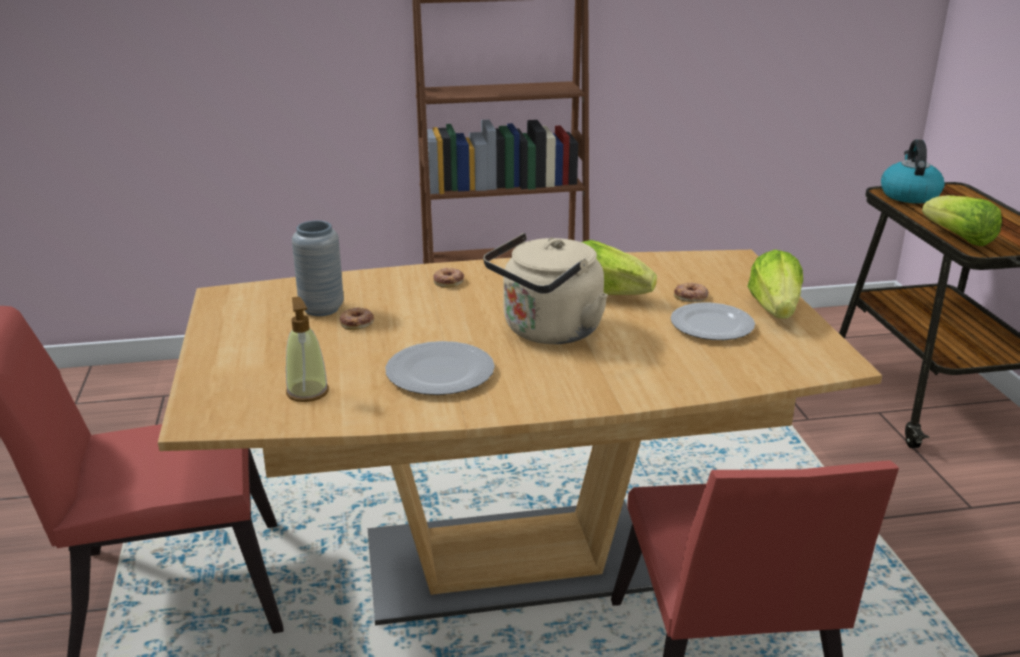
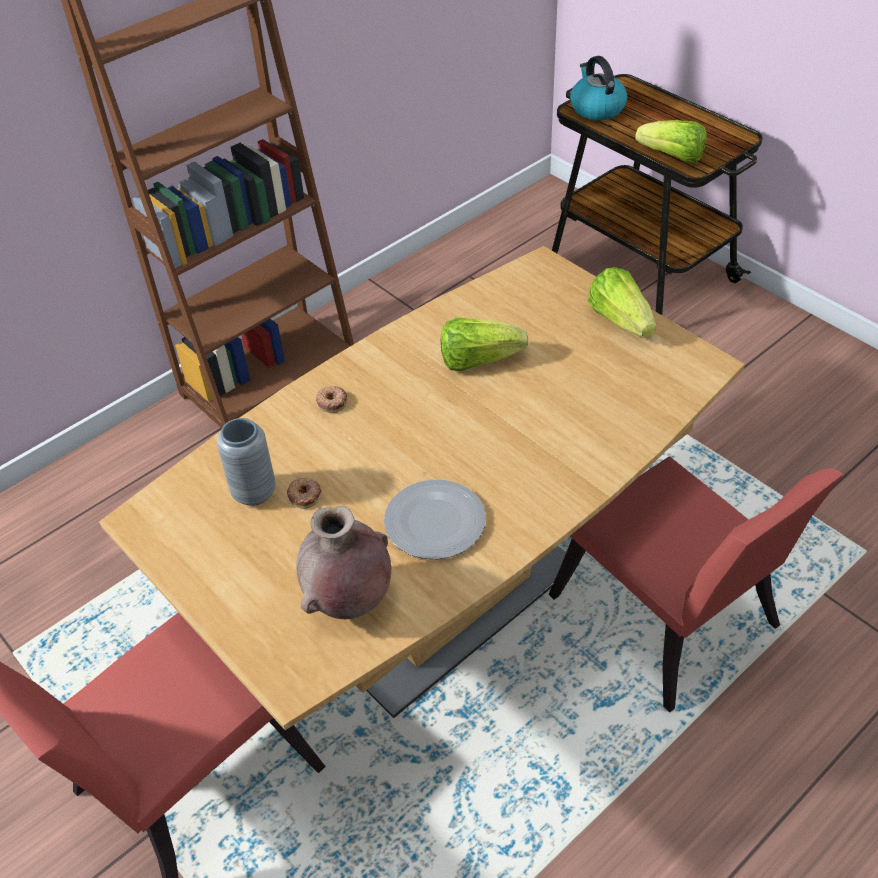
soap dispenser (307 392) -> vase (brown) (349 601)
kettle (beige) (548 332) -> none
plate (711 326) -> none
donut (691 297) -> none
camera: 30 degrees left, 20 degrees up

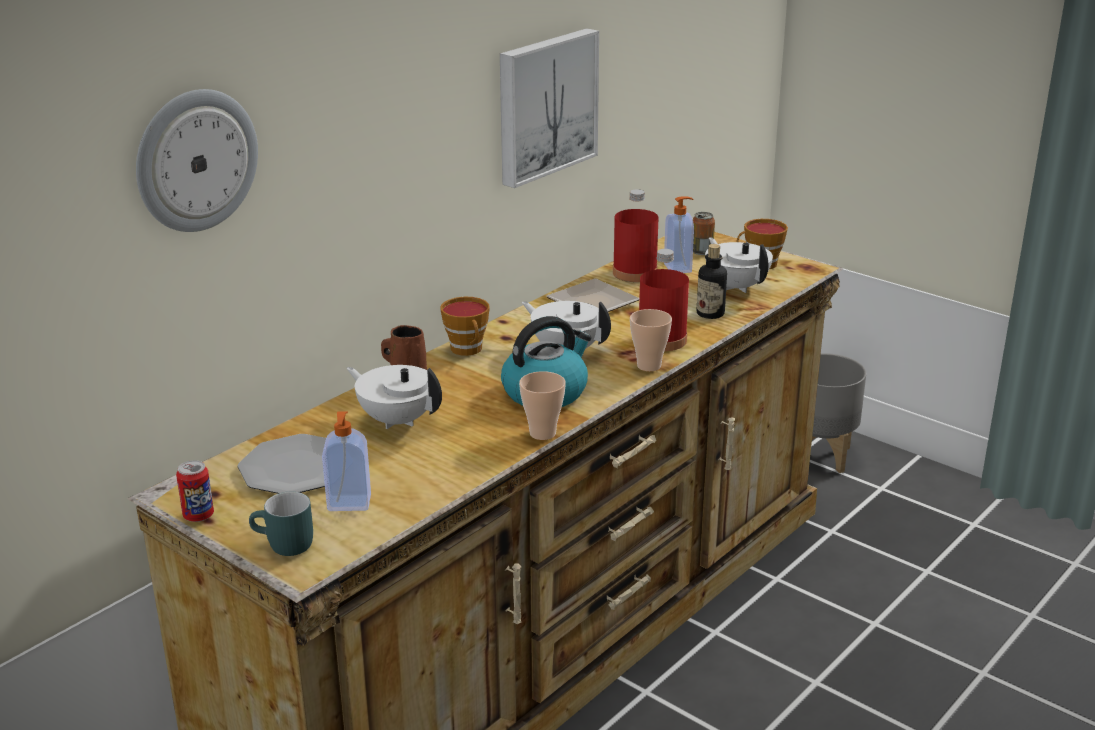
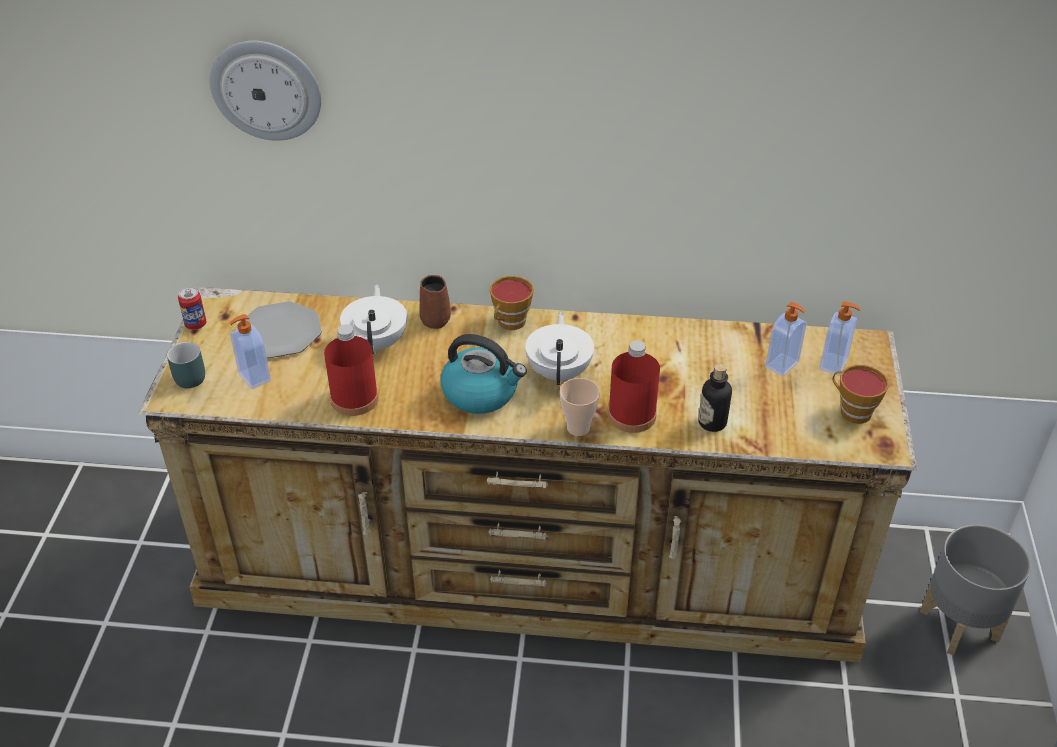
picture (545 105) -> none
cup (542 433) -> none
plate (589 303) -> none
bottle (red) (634 273) -> bottle (red) (354 399), move
can (701 252) -> soap dispenser (834 364)
teapot (white) (736 286) -> none
camera: 55 degrees right, 15 degrees up

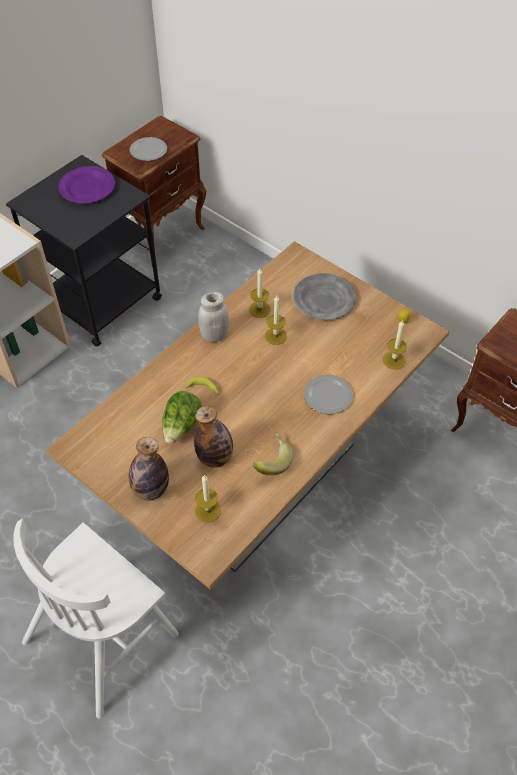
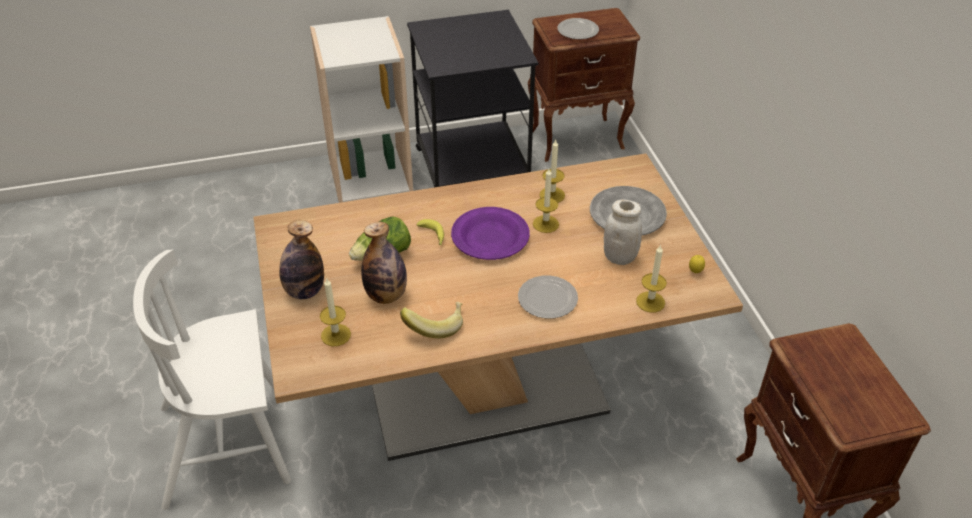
plate (purple) (88 188) -> plate (purple) (490 237), move
jar (white) (214 335) -> jar (white) (619 257), move
camera: 35 degrees right, 10 degrees down

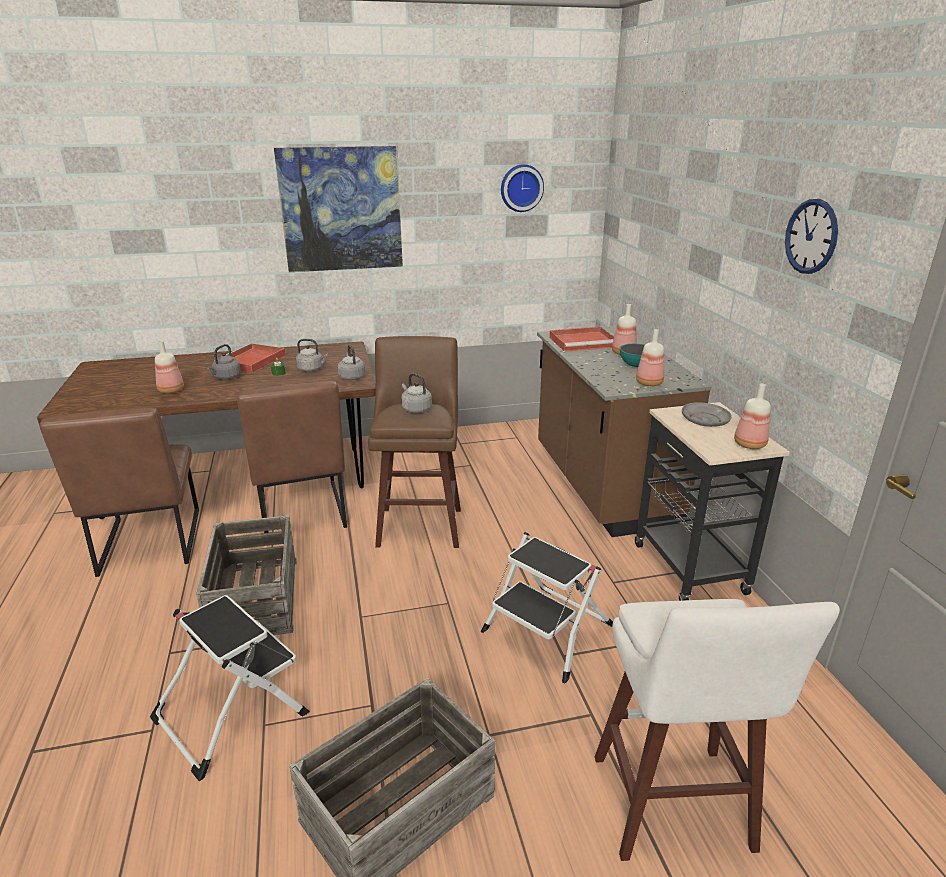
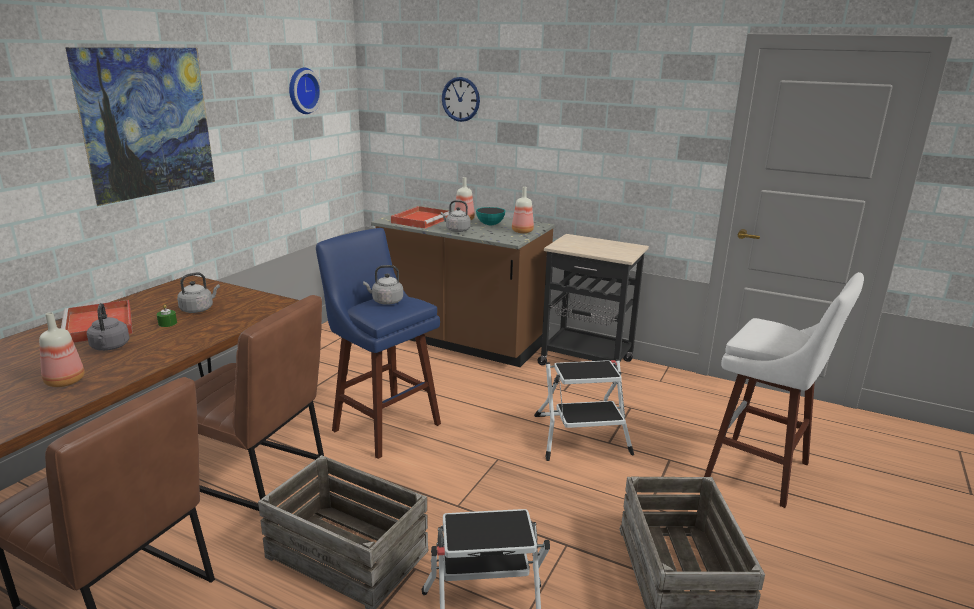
kettle (grey) (351 377) -> kettle (grey) (456 230), move
stool (brown) (421 525) -> stool (blue) (384 425)
plate (grey) (704 420) -> none
bottle (748 444) -> none
wall clock (811 236) -> wall clock (460 99), move
camera: 50 degrees left, 5 degrees down

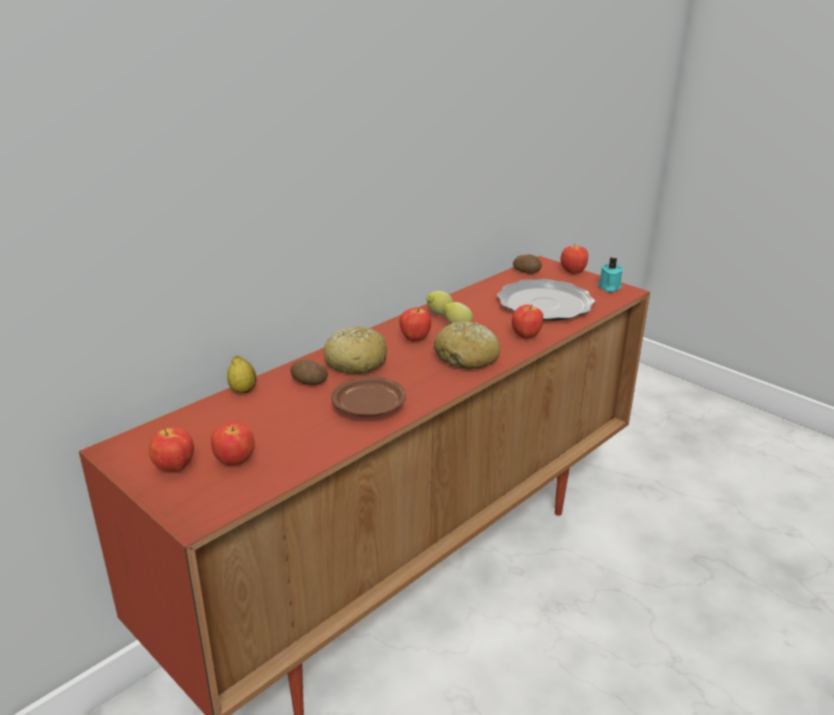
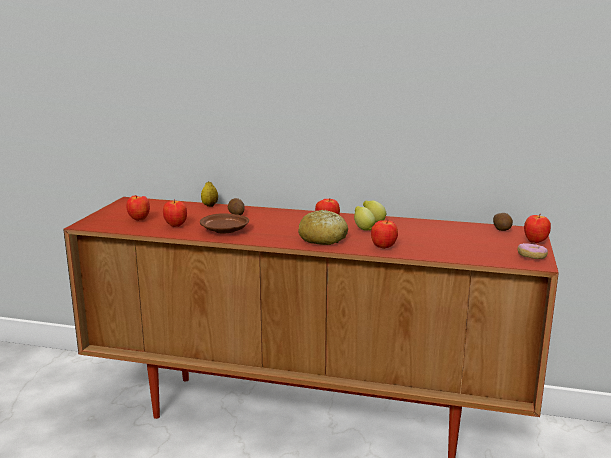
apple (174 468) -> apple (175 226), move
bread (356 362) -> none
plate (545 304) -> none
candle (turquoise) (609 287) -> donut (531 257)
camera: 60 degrees right, 10 degrees down

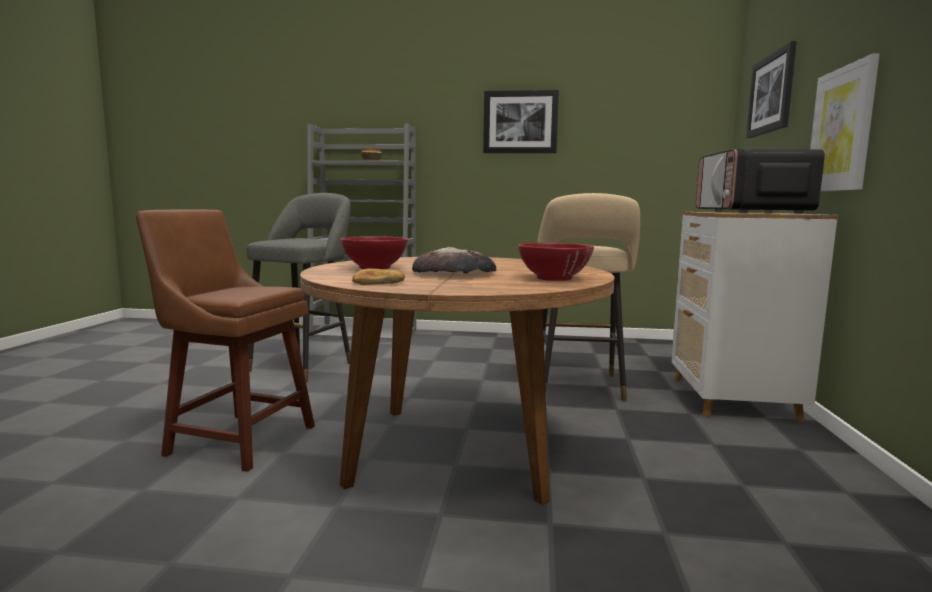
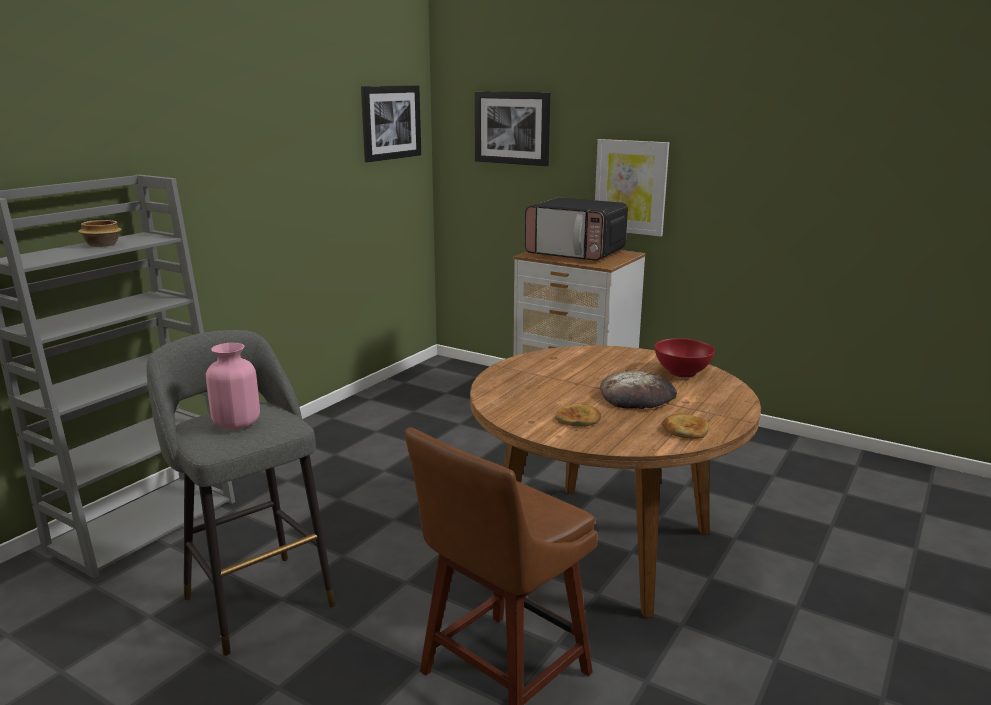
bowl (red) (374 268) -> bread (578 419)
picture (520 122) -> picture (390 122), move
stool (beige) (579 387) -> none
none -> vase (pink) (236 423)
camera: 65 degrees left, 10 degrees up

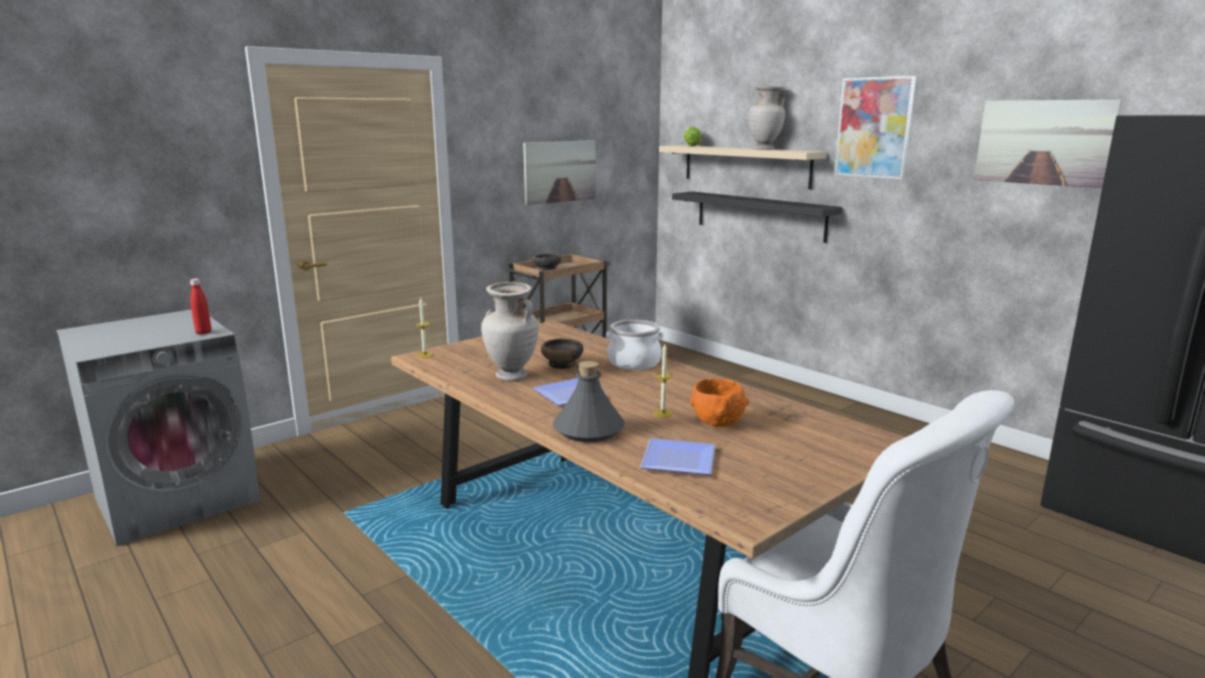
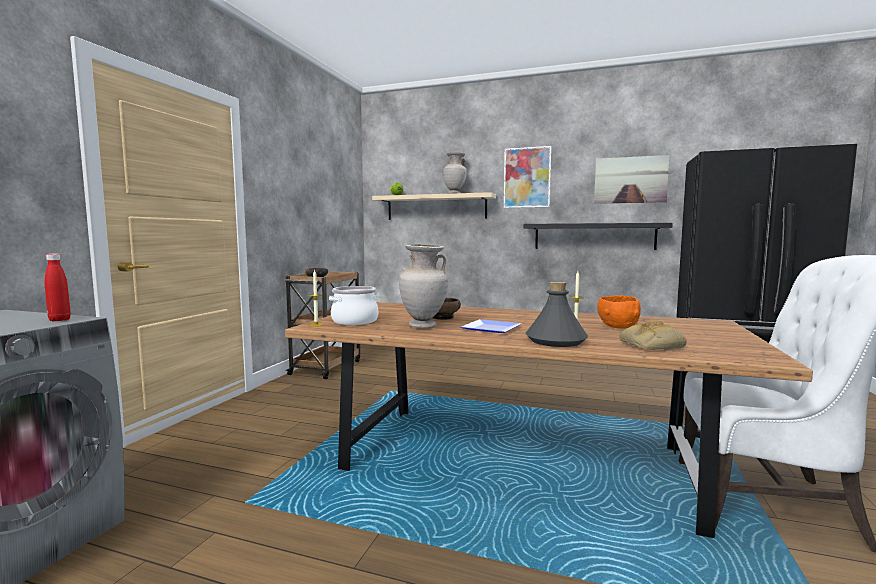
picture (560 171) -> none
cooking pot (634 363) -> cooking pot (355 321), move
plate (676 461) -> bread (651 345)
shelf (black) (759 215) -> shelf (black) (594 236), move
camera: 30 degrees left, 10 degrees down

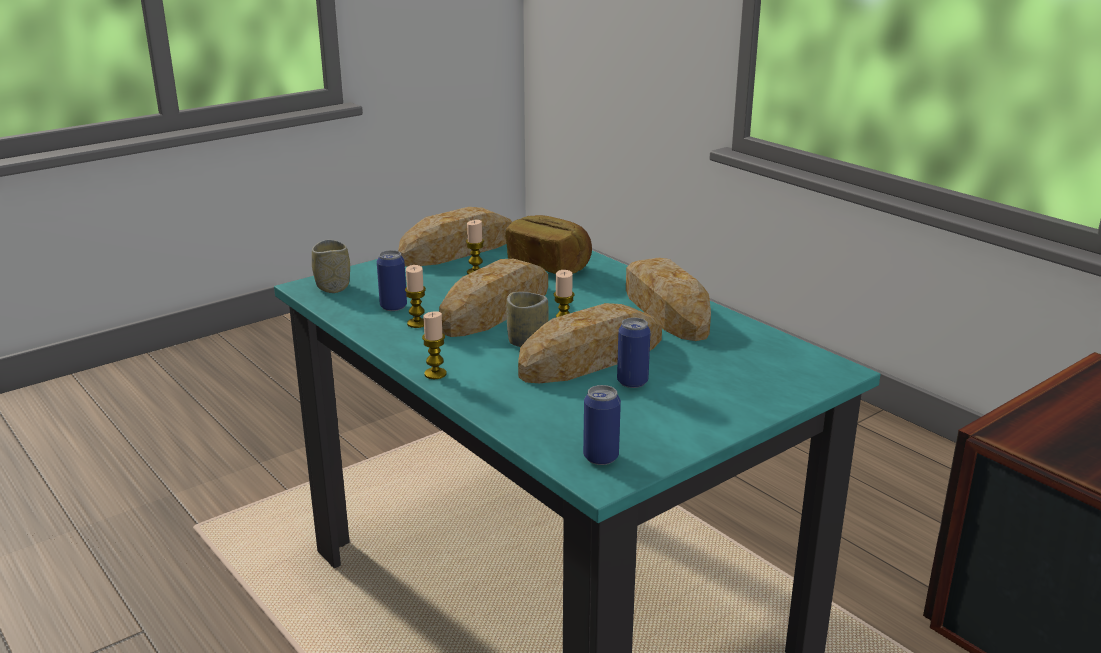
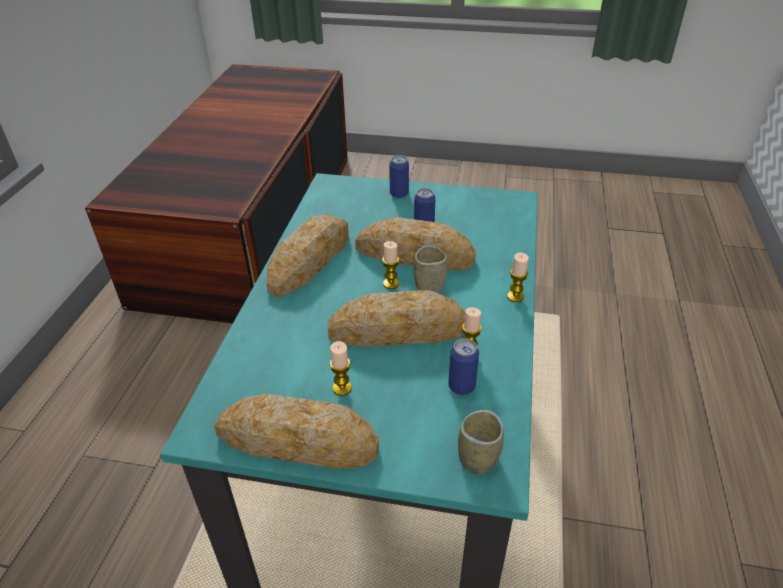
bread (549 265) -> none
can (601 457) -> can (399 194), move
camera: 130 degrees left, 15 degrees up

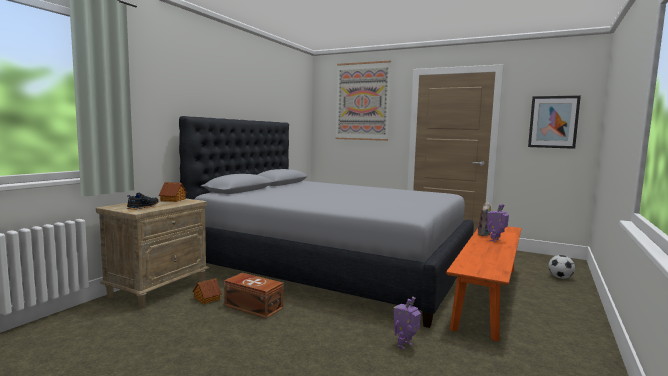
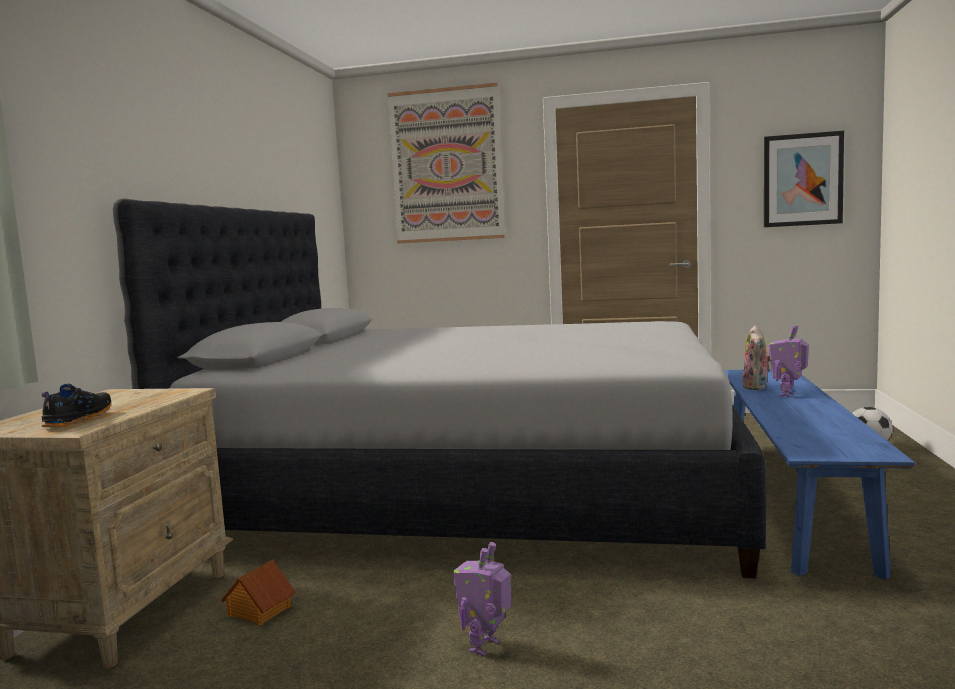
toy house (173 200) -> none
storage box (brown) (253 306) -> none
toy robot (405 345) -> toy robot (485 647), move
bench (orange) (487 295) -> bench (blue) (791 498)
camera: 15 degrees left, 0 degrees up

